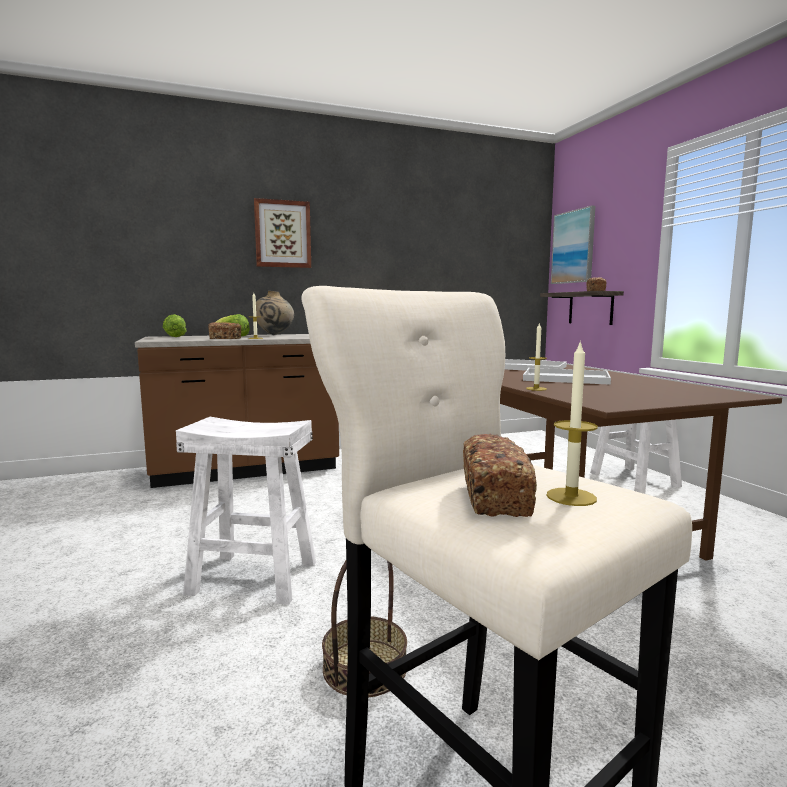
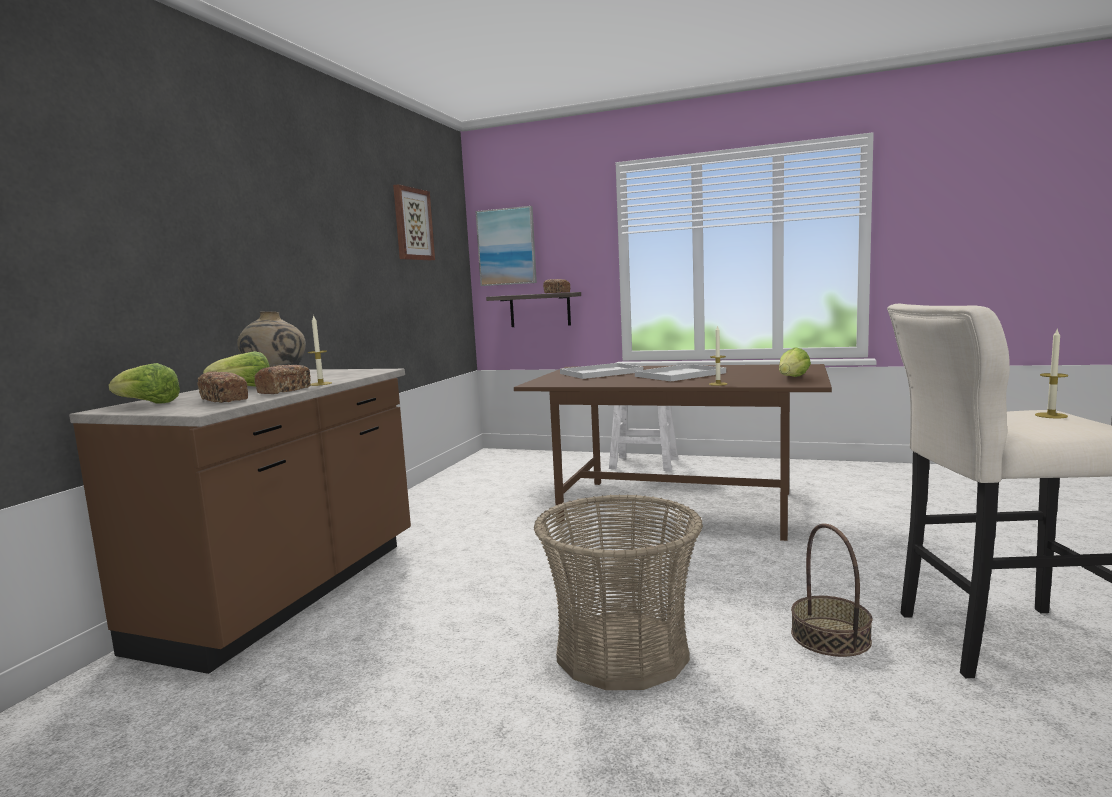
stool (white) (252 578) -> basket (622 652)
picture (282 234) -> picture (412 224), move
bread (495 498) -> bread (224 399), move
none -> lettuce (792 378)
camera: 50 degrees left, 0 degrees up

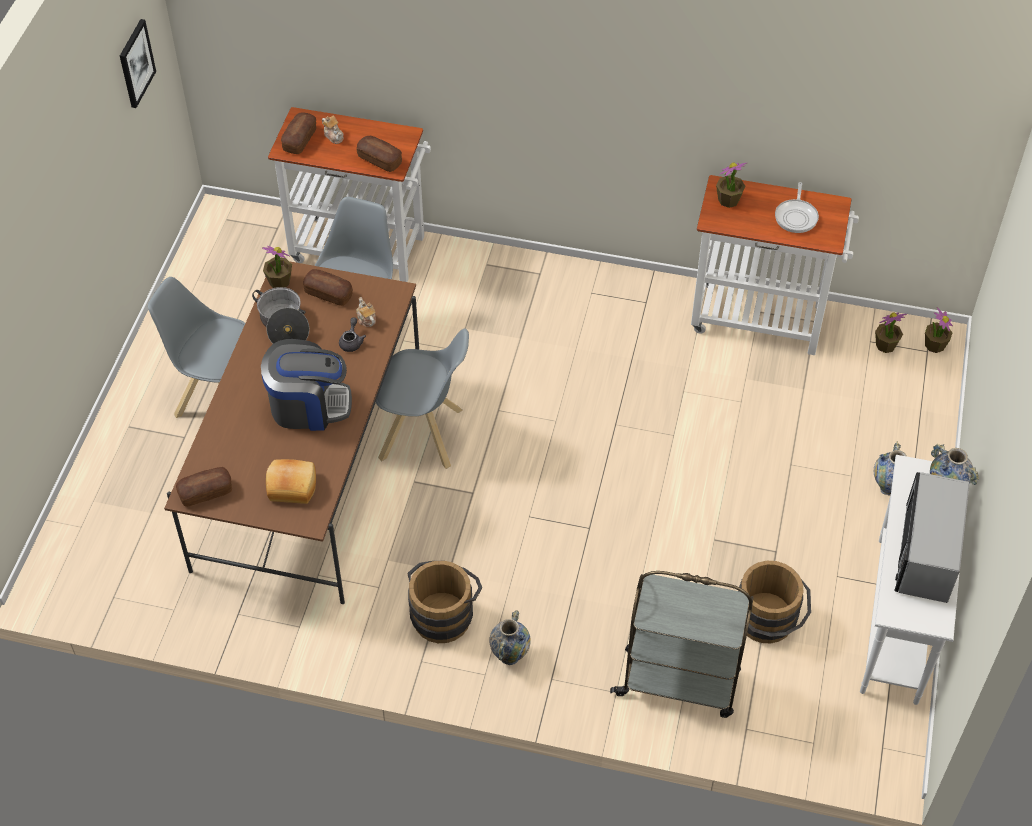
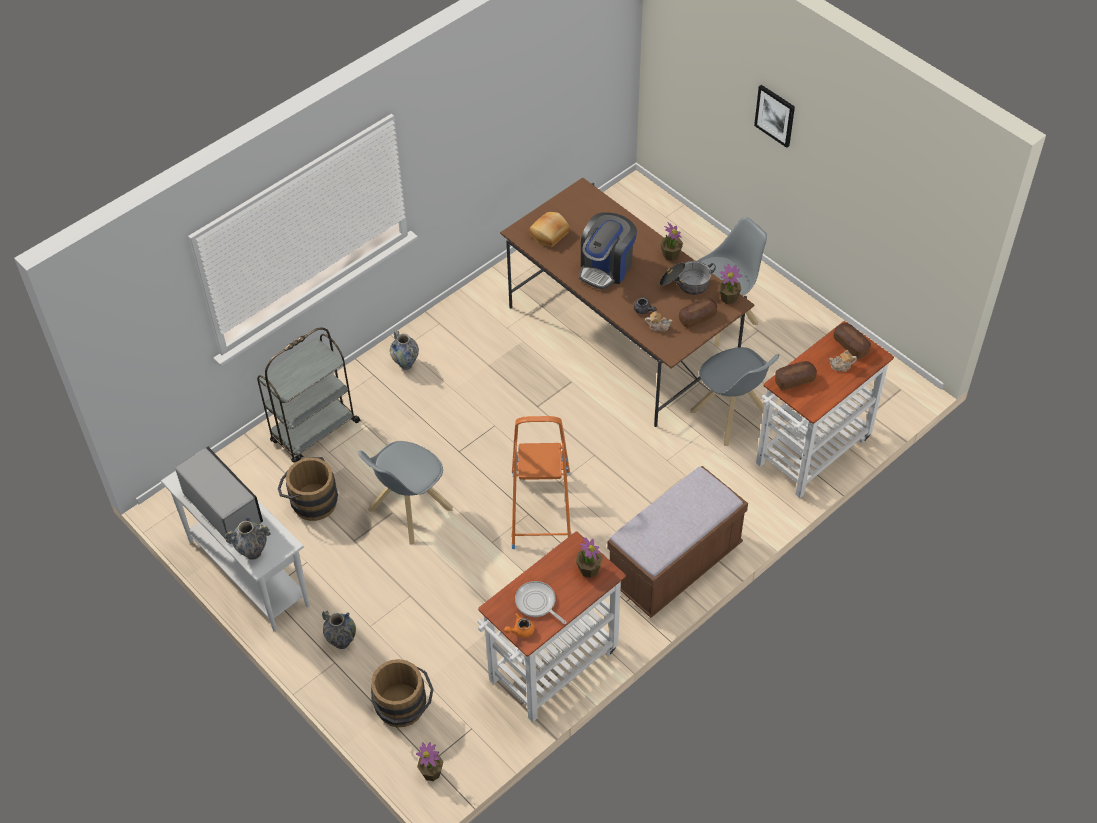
picture (136 63) -> picture (775 115), move
bread (206 492) -> none
chair (grey) (424 434) -> chair (grey) (408 510), move
bucket (brown) (444 613) -> bucket (brown) (403 709), move
potted plant (885 345) -> potted plant (671 255), move
none -> teapot (orange) (520 630)
none -> step ladder (orange) (541 507)
none -> bench (brown) (674 565)
camera: 125 degrees right, 0 degrees up

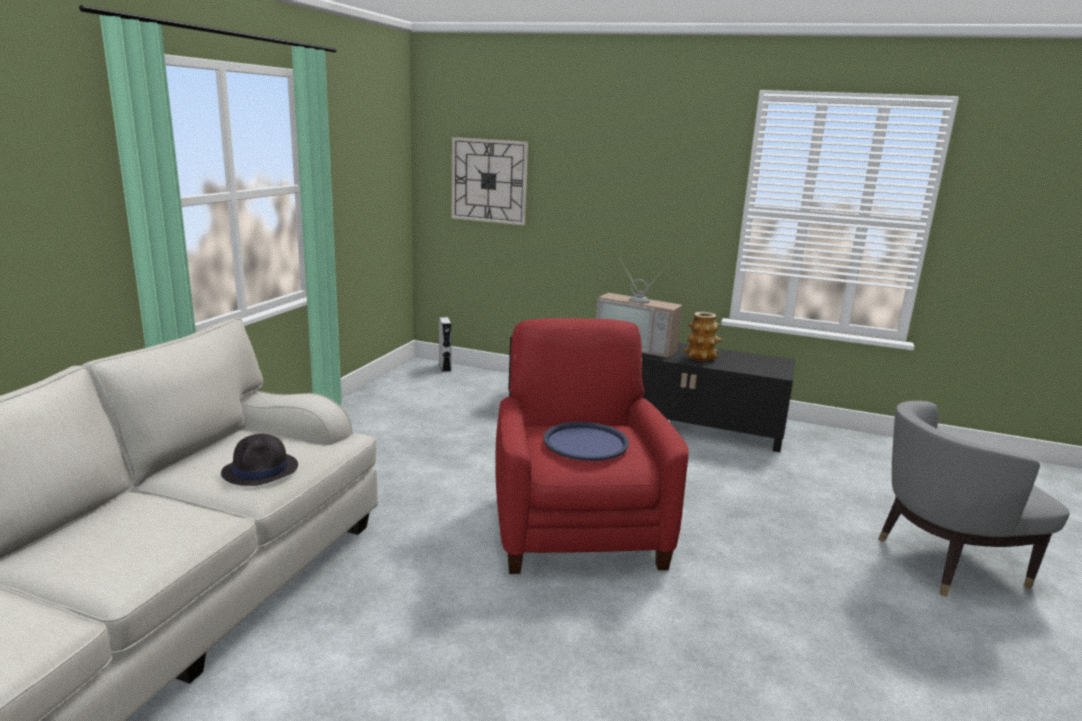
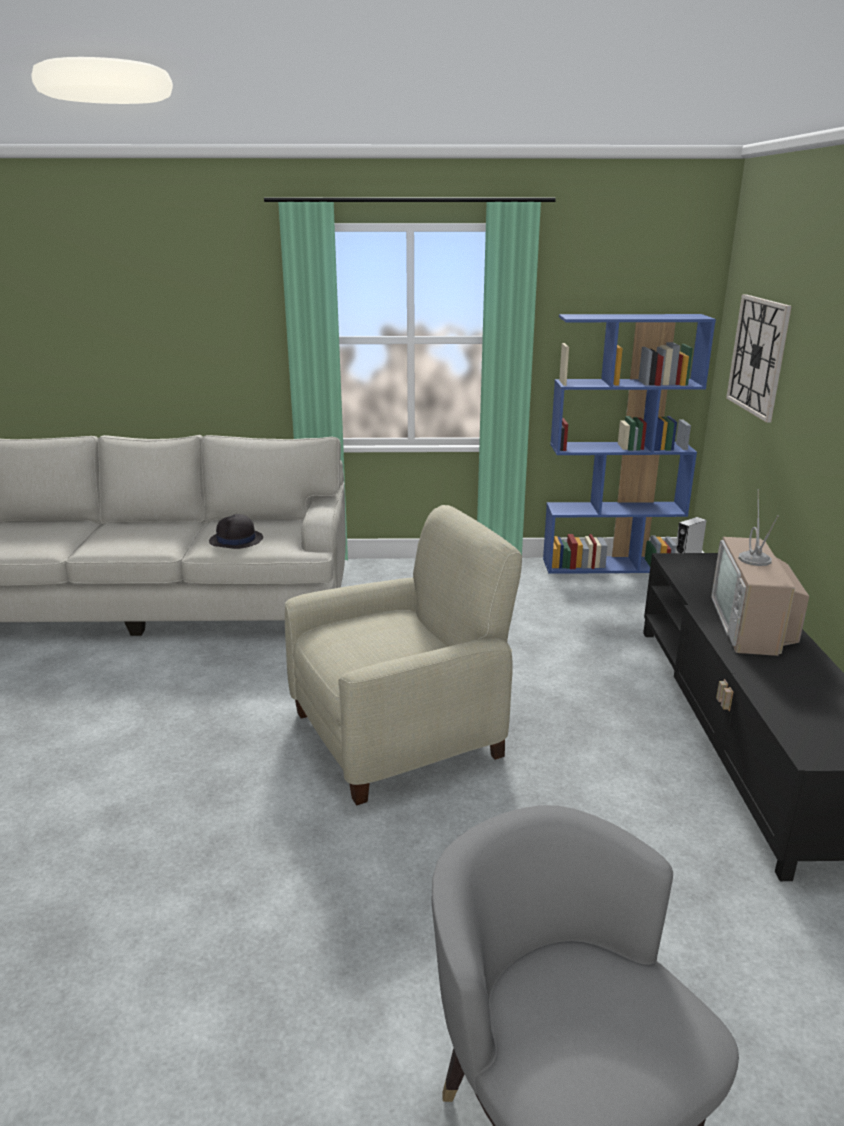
armchair (red) (578 528) -> armchair (beige) (400 733)
tray (blue) (585 442) -> none
vase (701 357) -> none
none -> bookcase (blue) (610 565)
camera: 70 degrees right, 5 degrees up

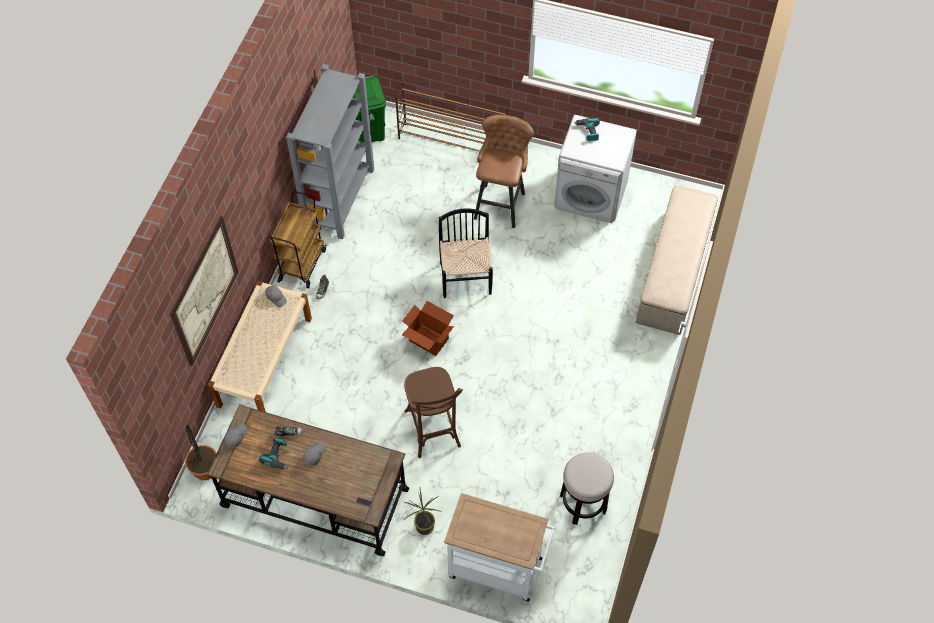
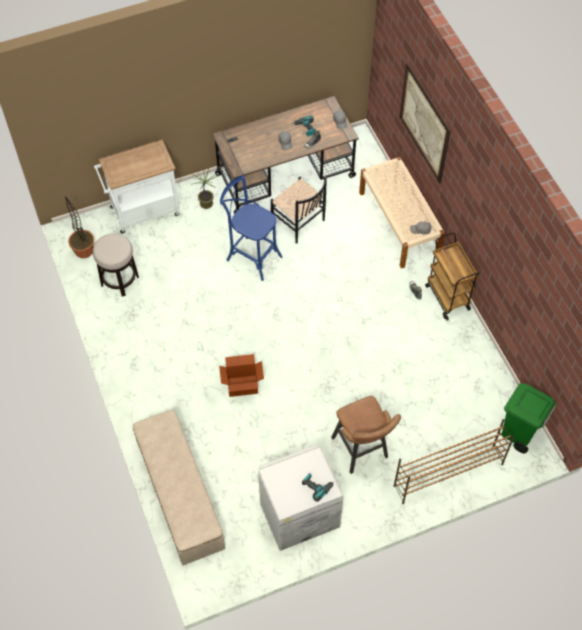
potted plant (205 469) -> potted plant (84 250), move
bookcase (grey) (339 198) -> none
cardboard box (428 340) -> cardboard box (242 385), move
stool (brown) (433 431) -> stool (blue) (252 256)
chair (black) (465 276) -> chair (black) (299 223), move
camera: 140 degrees right, 0 degrees up

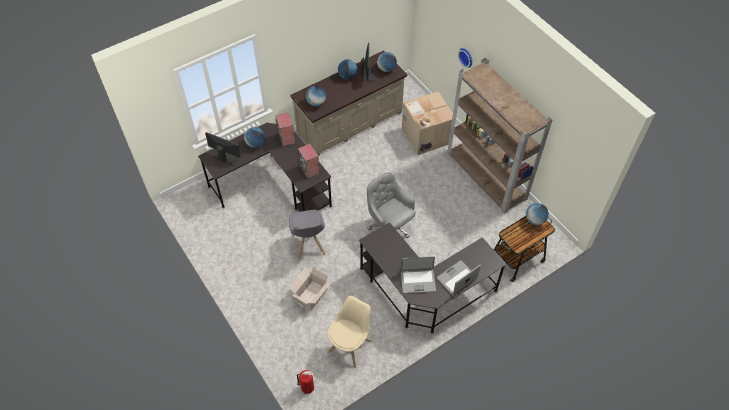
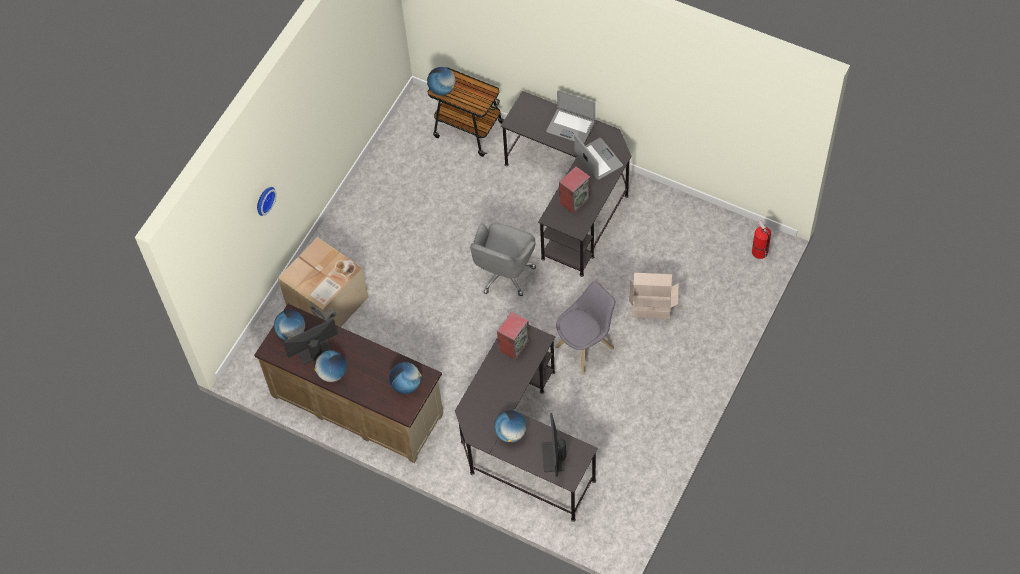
speaker (287 138) -> speaker (574 200), move
chair (beige) (350 346) -> none
bookcase (brown) (486 176) -> none
camera: 115 degrees left, 5 degrees up

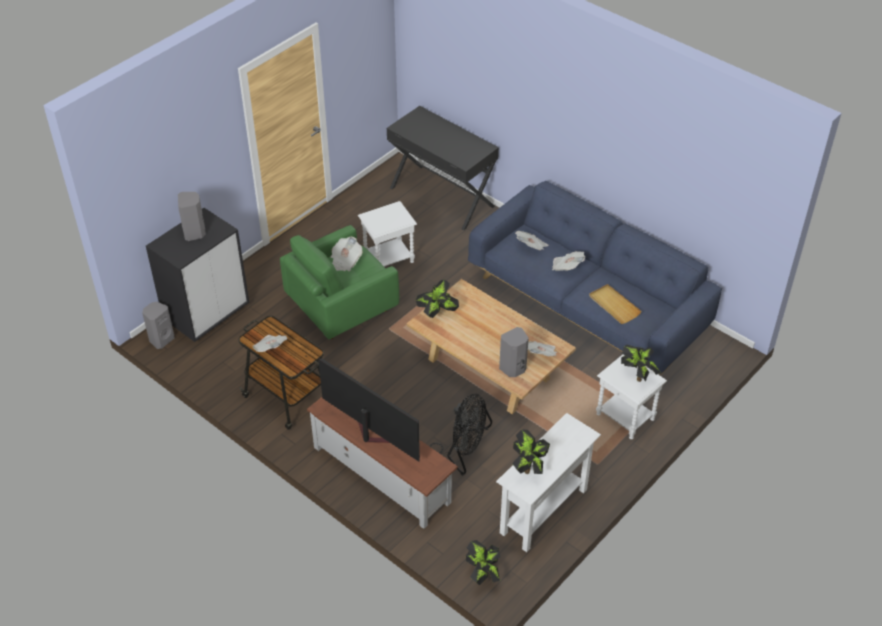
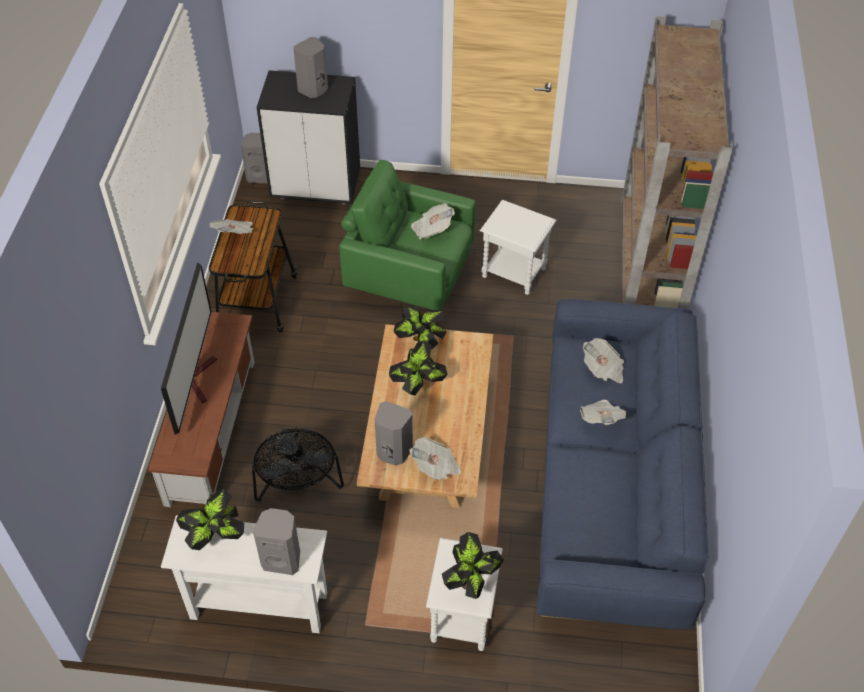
desk (black) (442 196) -> bookcase (brown) (649 263)
potted plant (483 574) -> potted plant (418 386), move
tray (beige) (614 305) -> none
none -> speaker (grey) (282 559)
camera: 55 degrees right, 5 degrees up

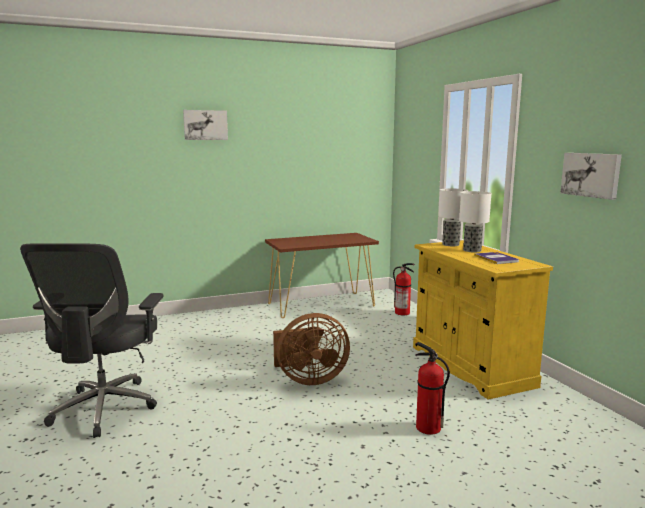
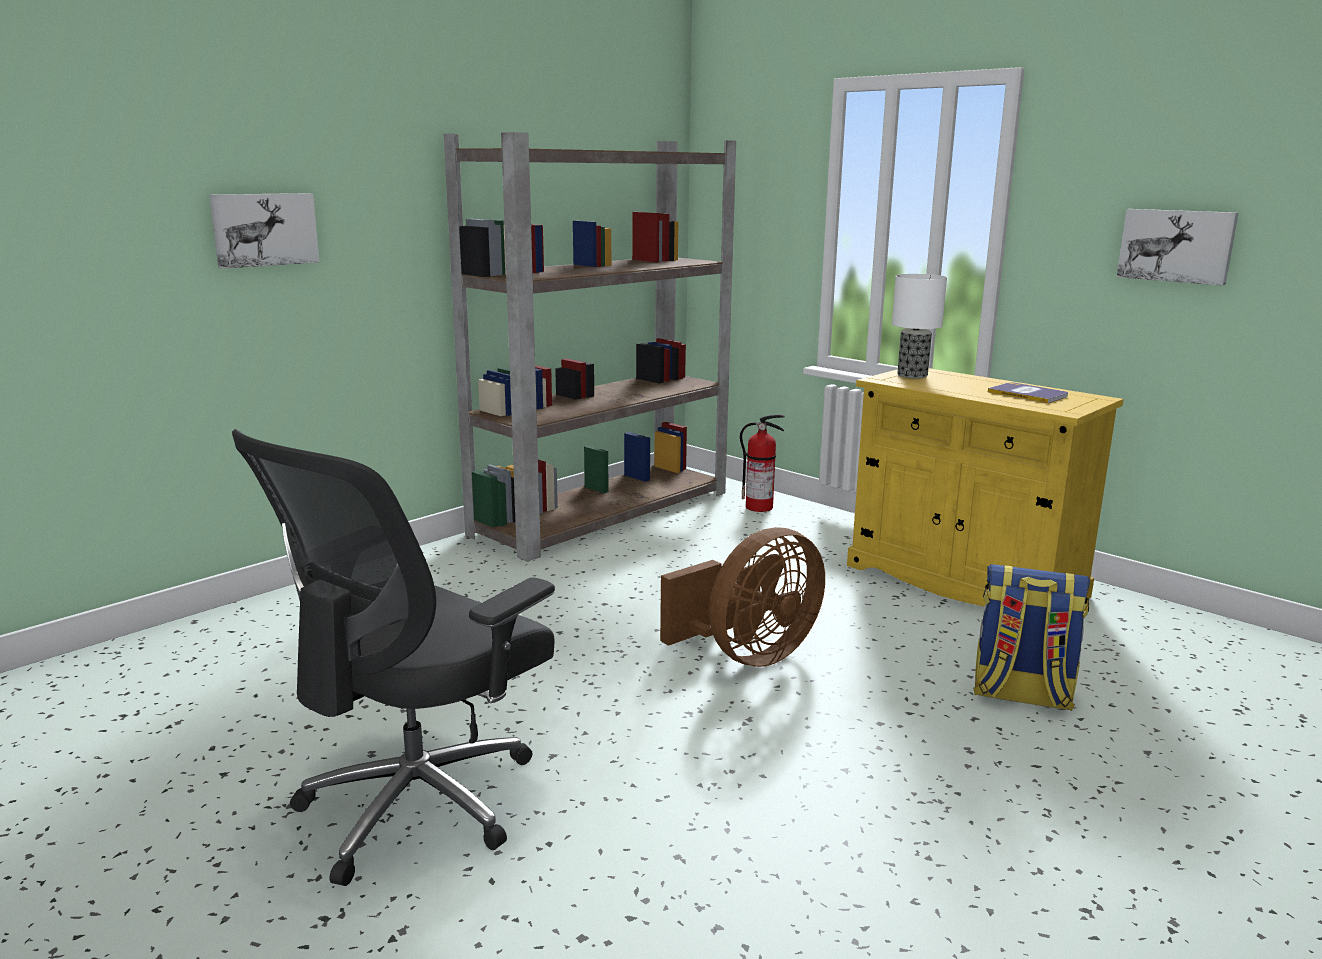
office chair (104 407) -> office chair (420 802), 60 degrees clockwise
picture (205 125) -> picture (264 229), move
console table (brown) (321 305) -> bookcase (brown) (604 512)
fire extinguisher (427 427) -> backpack (1021 695)
table lamp (471 250) -> none
camera: 25 degrees left, 5 degrees up

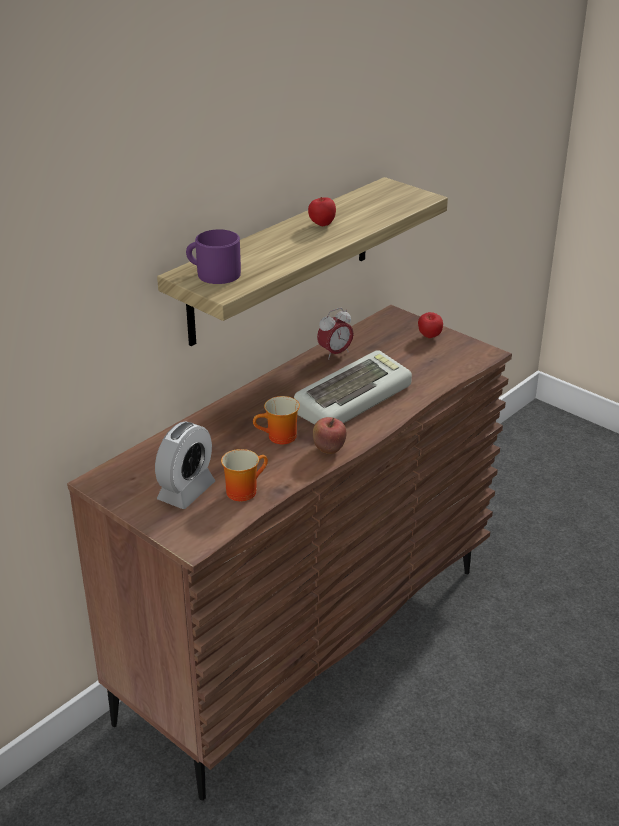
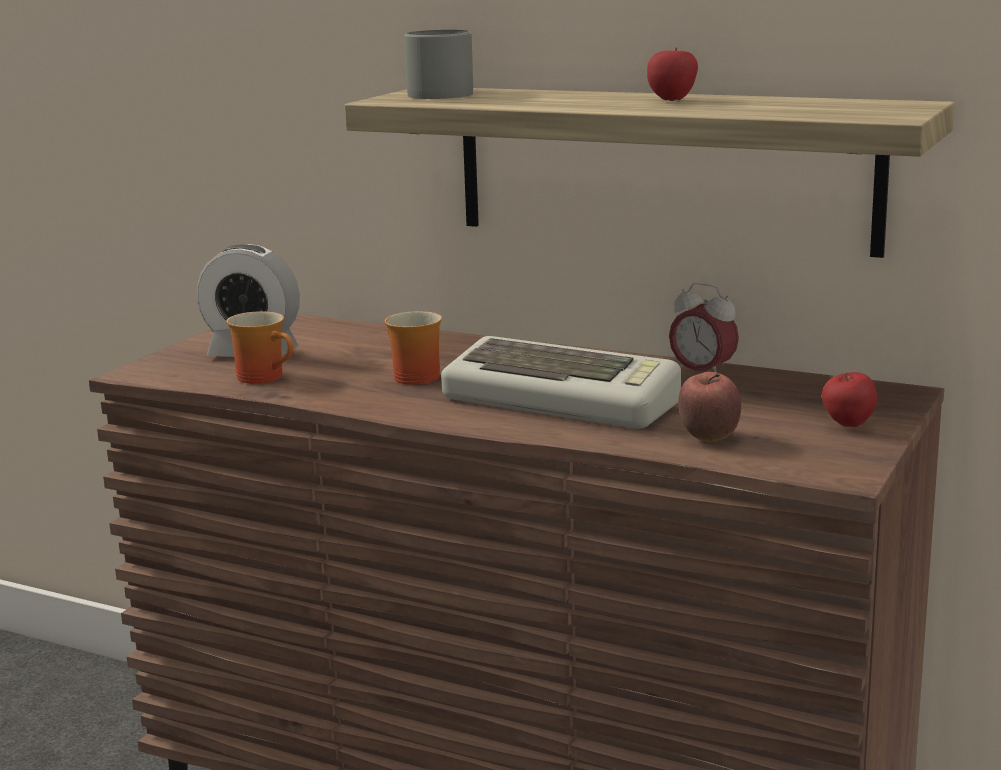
mug (purple) (213 273) -> mug (grey) (440 93)
apple (328 450) -> apple (709 438), move
camera: 75 degrees right, 15 degrees down

